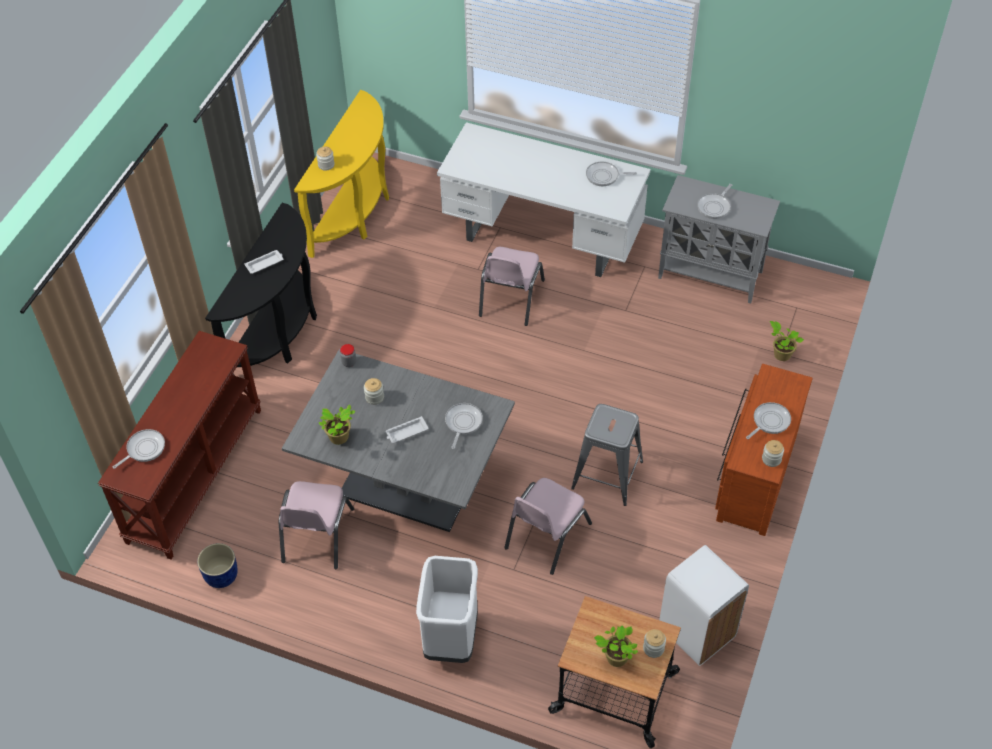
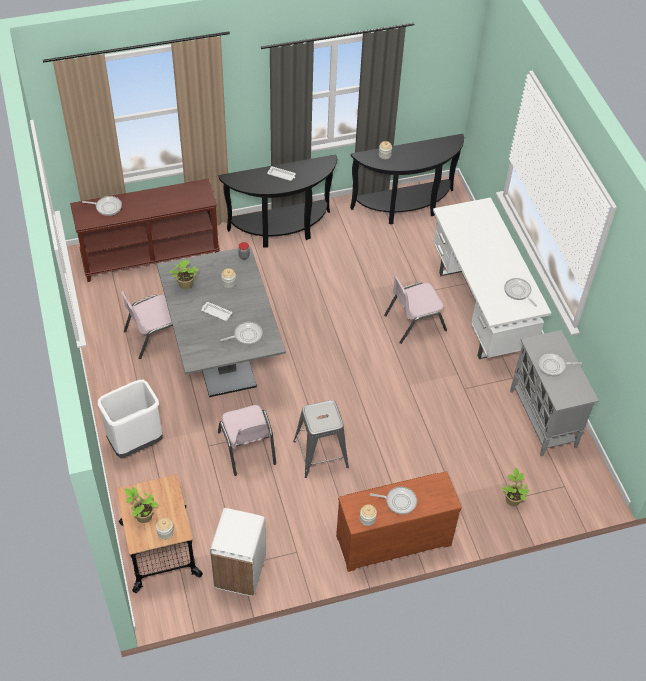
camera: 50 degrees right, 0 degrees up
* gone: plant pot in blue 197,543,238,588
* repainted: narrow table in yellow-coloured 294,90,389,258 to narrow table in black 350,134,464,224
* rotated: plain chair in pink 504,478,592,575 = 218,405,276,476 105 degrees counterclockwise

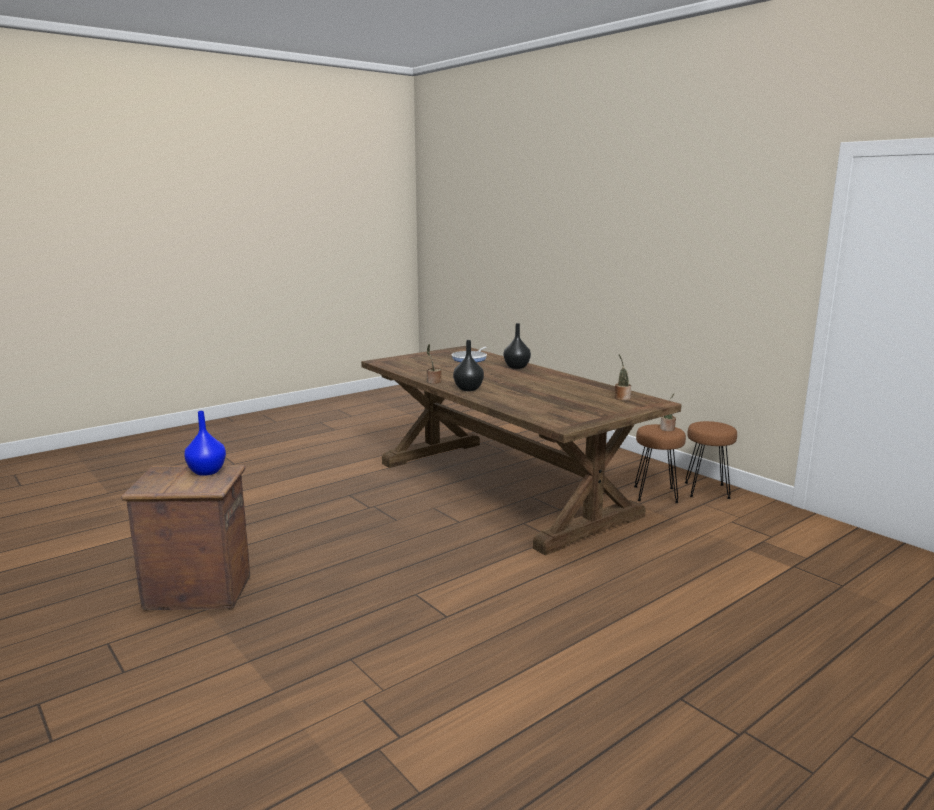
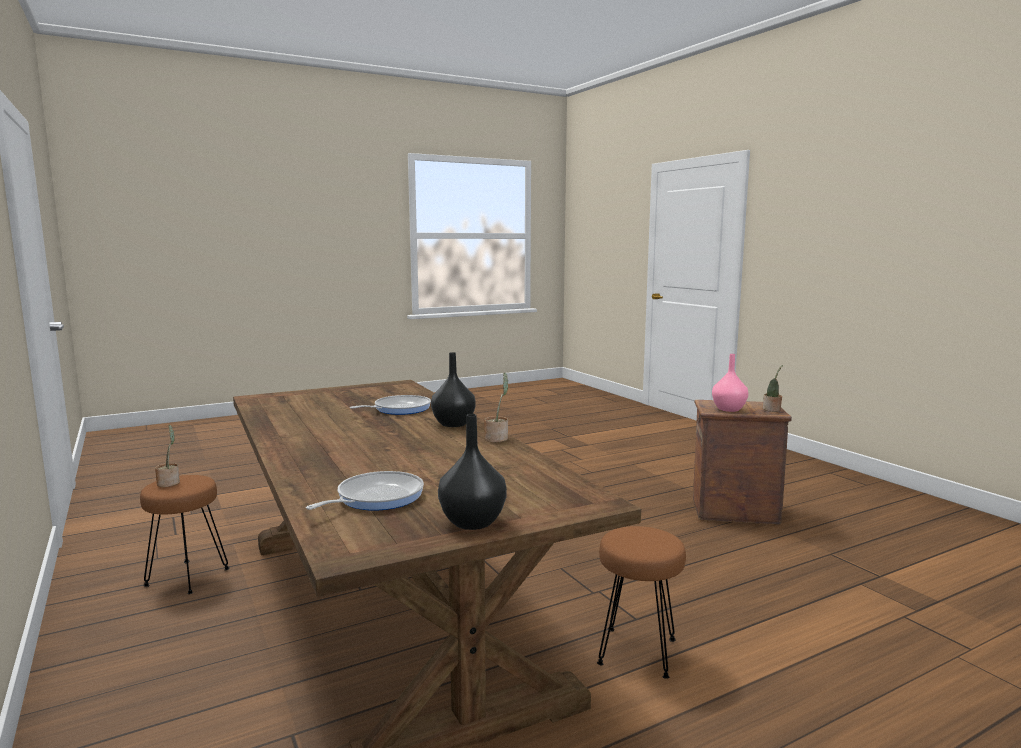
camera: 170 degrees left, 5 degrees down
* new: skillet 350,395,431,415
* shifted: vase in black 504,323,531,369 to 438,414,507,530
* shifted: potted plant 615,354,631,400 to 763,365,783,412
* shifted: stool seat in brown-coloured 685,421,737,499 to 597,526,686,679
* repainted: vase in blue 184,411,226,476 to vase in pink 712,354,748,412

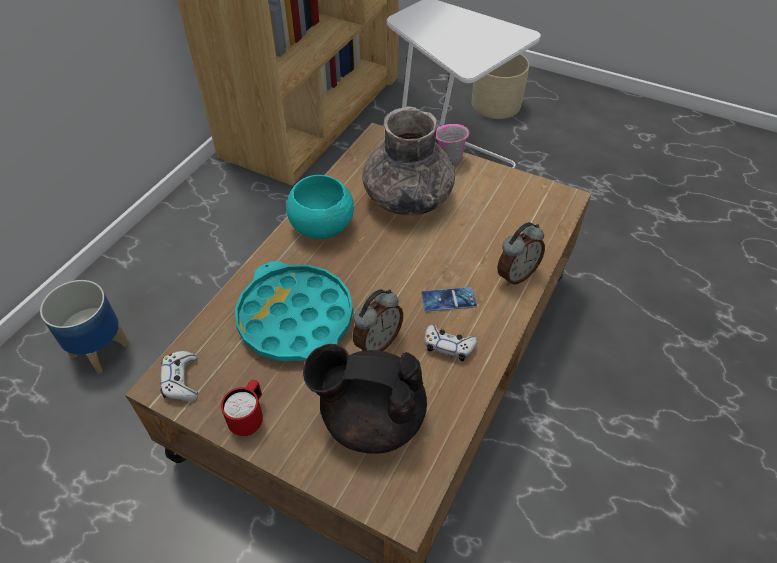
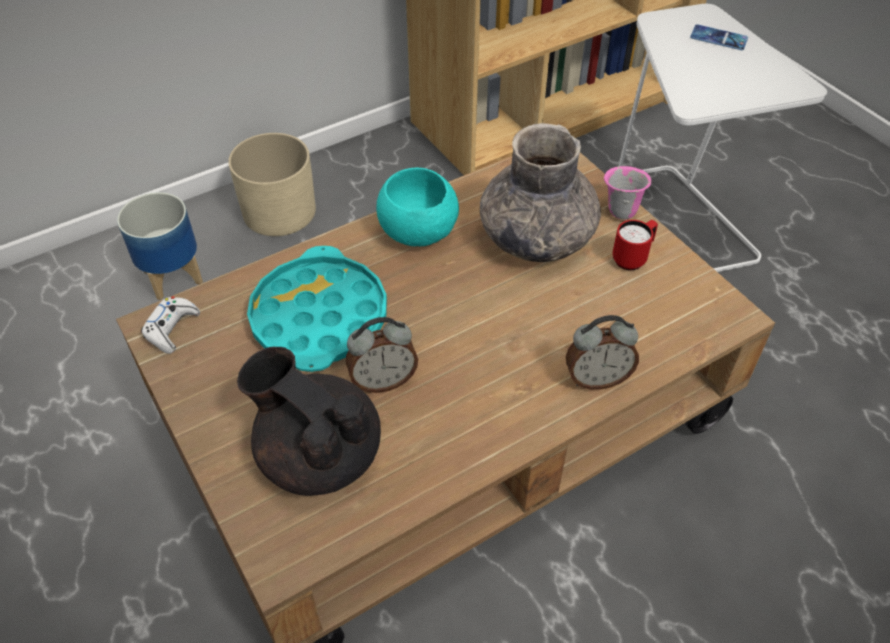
camera: 30 degrees right, 0 degrees up
* gone: gamepad in whitish 425,325,478,361
* shifted: coffee mug in red-coloured 221,379,263,436 to 612,220,658,270
* shifted: phone 421,287,477,311 to 690,24,748,50
* shifted: plant pot in sand-coloured 472,54,530,119 to 228,133,316,236

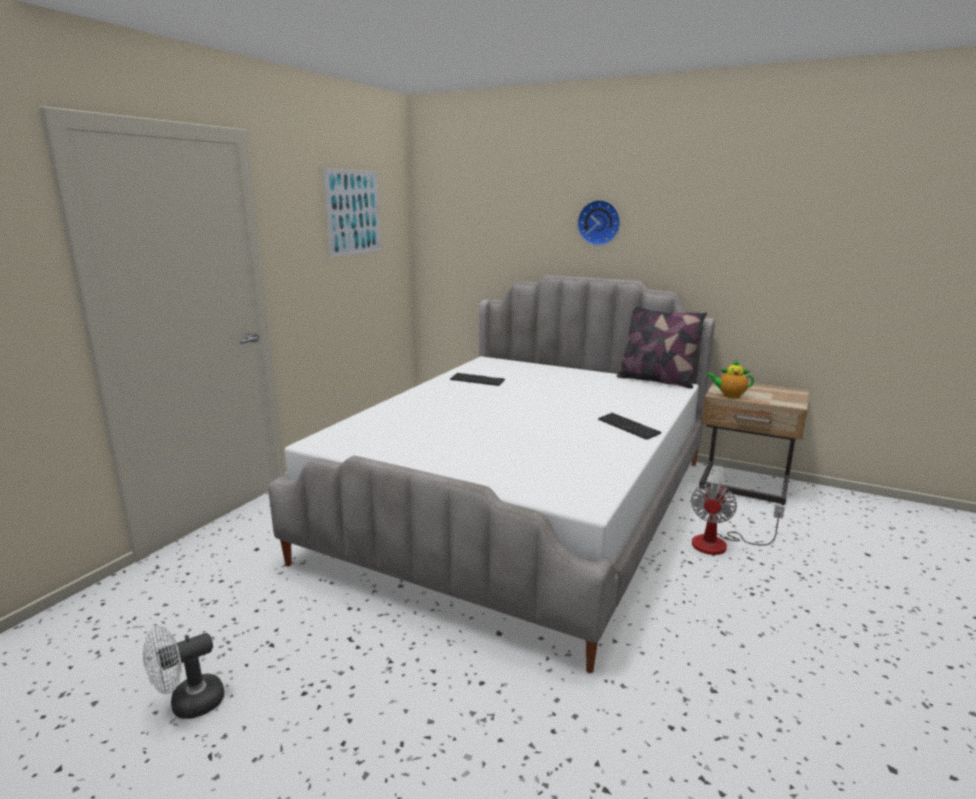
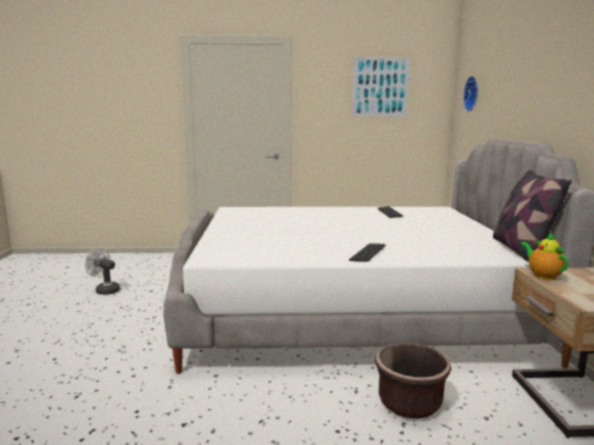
camera: 60 degrees right, 5 degrees down
* shifted: wall clock 577,200,620,246 to 463,76,478,112
* swapped: cooling fan 691,483,785,555 to plant pot in brown-coloured 375,342,451,419

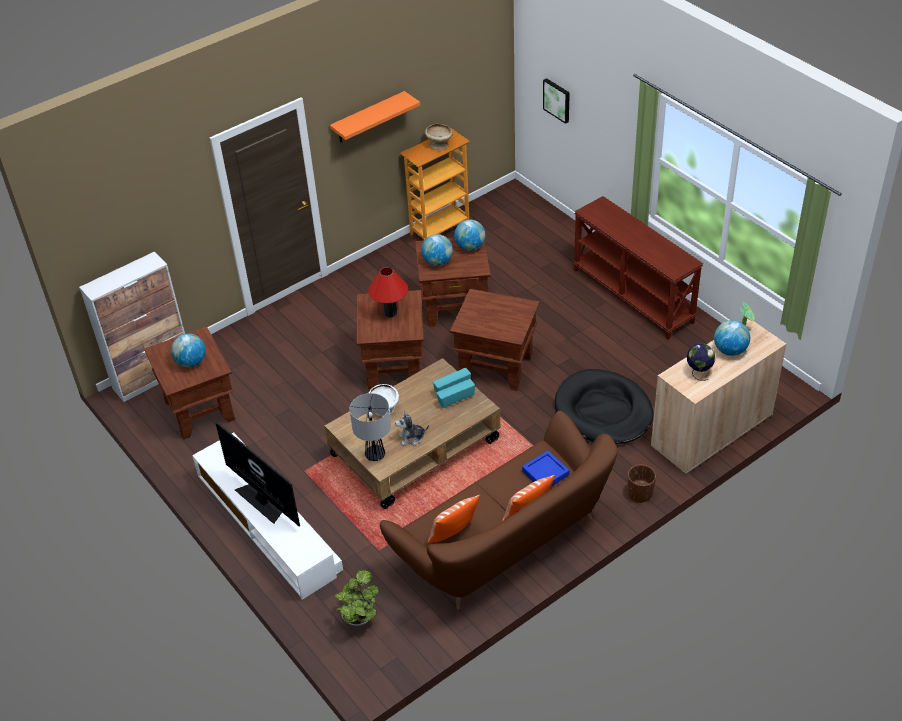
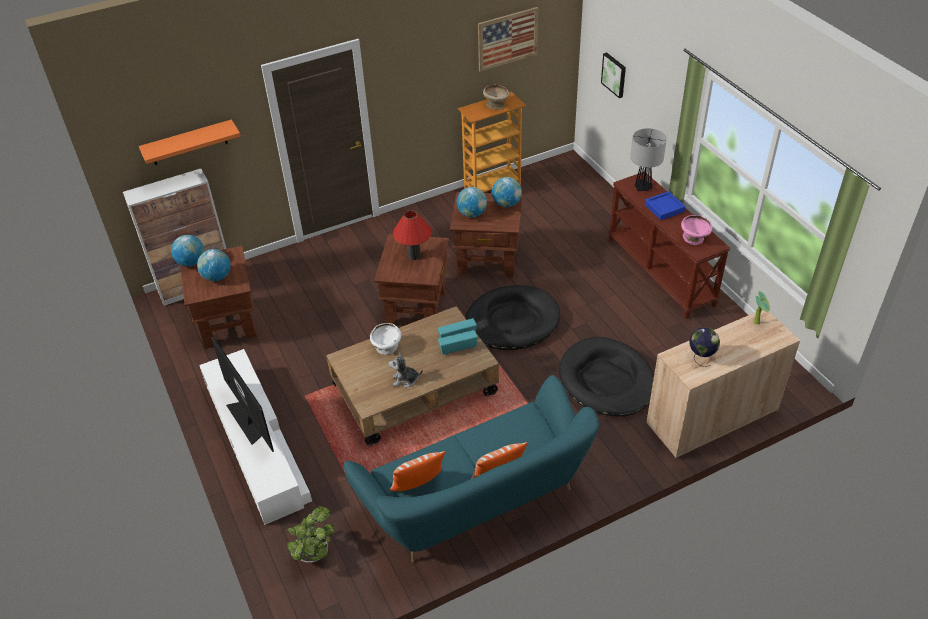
camera: 10 degrees right, 0 degrees up
* gone: plant pot in brown-coloured 628,464,656,503
* new: wall picture 478,7,538,72
* new: serving bowl in pink 681,215,712,245
* shifted: shelf in orange-coloured 330,91,420,143 to 139,119,241,165
* shifted: table lamp 350,393,391,461 to 630,128,667,191
* shifted: carrying tray in blue 522,451,570,487 to 645,191,686,220
* shifted: world globe 714,320,750,356 to 171,235,204,267
* swapped: side table in brown-coloured 450,289,540,391 to pet bed in black 465,285,560,350
* repainted: sofa in brown-coloured 380,411,618,610 to sofa in turquoise-coloured 344,375,599,562

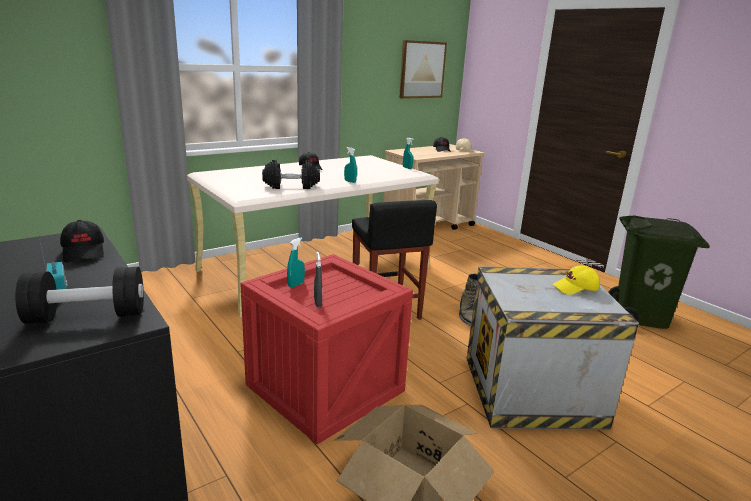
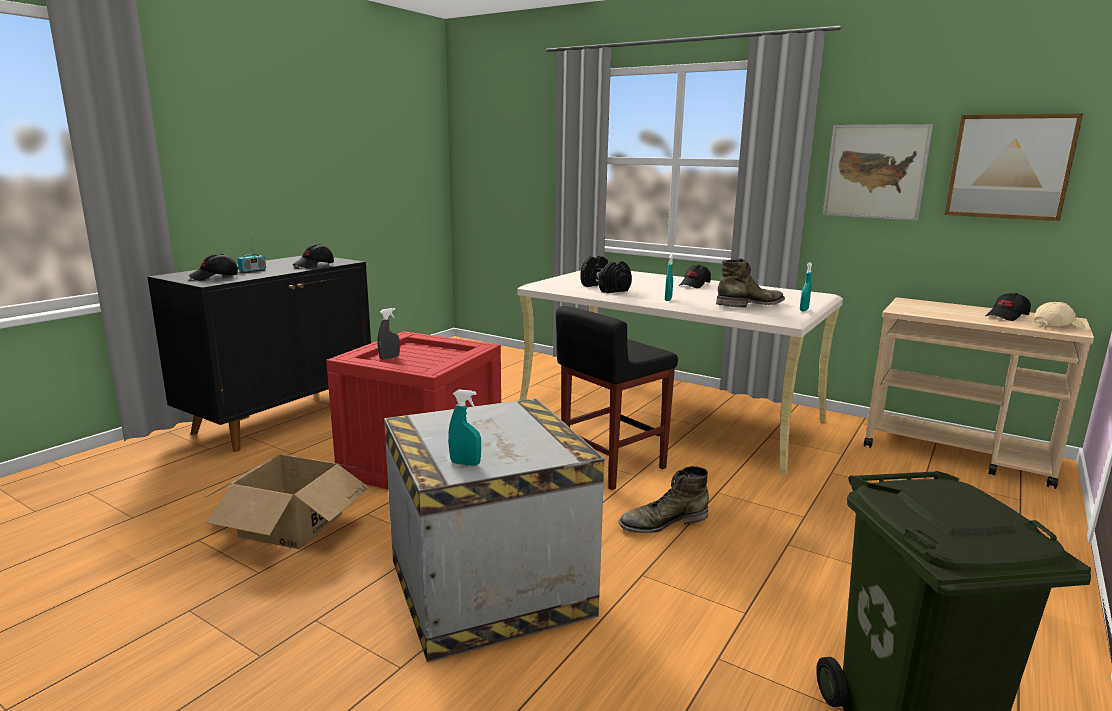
camera: 70 degrees right, 5 degrees down
* gone: peaked cap in yellow-coloured 553,265,600,295
* new: tall boot in green 716,258,785,308
* new: wall picture 823,124,933,220
* shifted: hand sprayer in turquoise-coloured 287,237,305,288 to 448,389,481,466
* swapped: free weight in black 15,267,144,324 to peaked cap in black 188,253,238,280

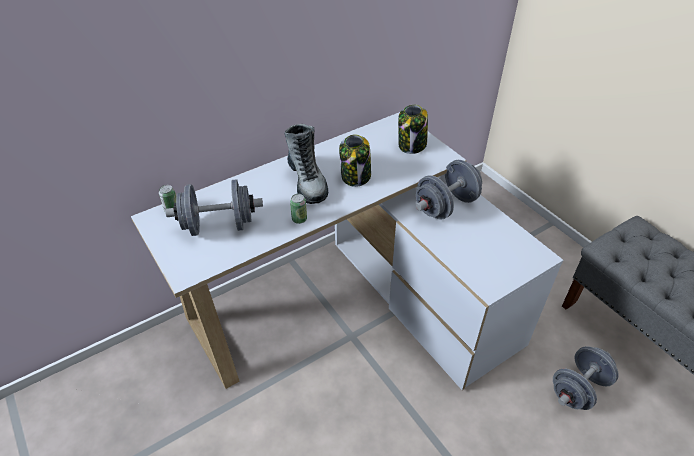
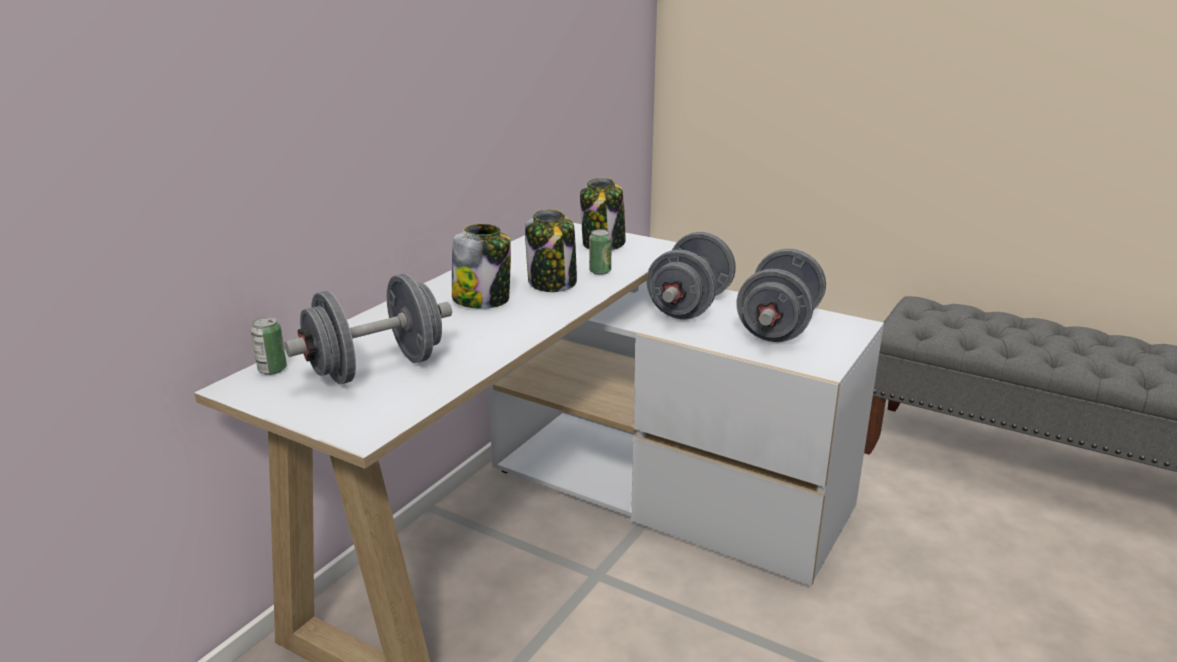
camera: 25 degrees left, 20 degrees down
* shifted: can 290,194,307,224 to 589,229,612,275
* shifted: free weight in greyish 553,346,619,410 to 736,248,826,342
* swapped: tall boot 284,124,328,204 to storage jar 452,224,511,309

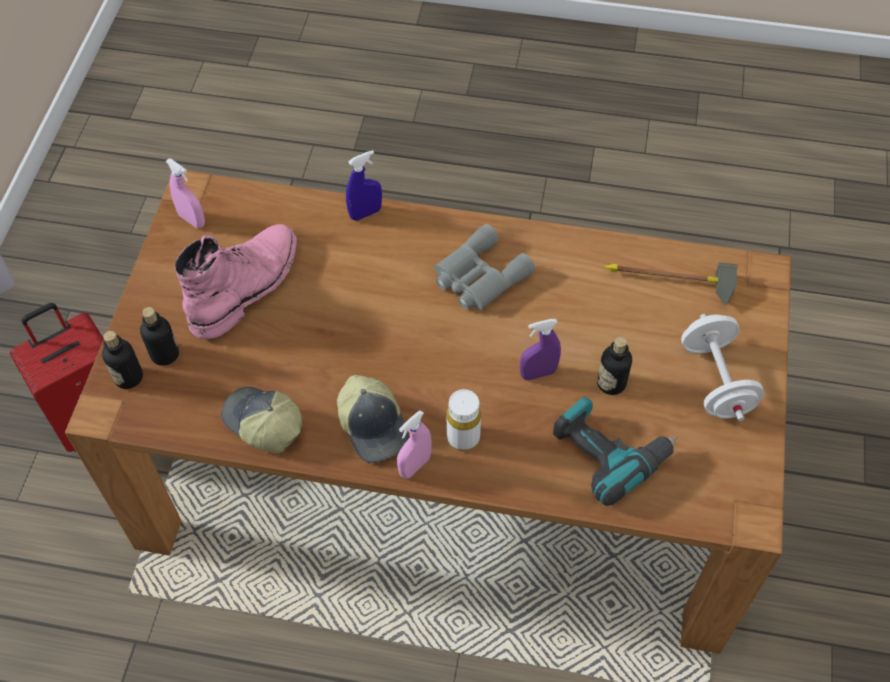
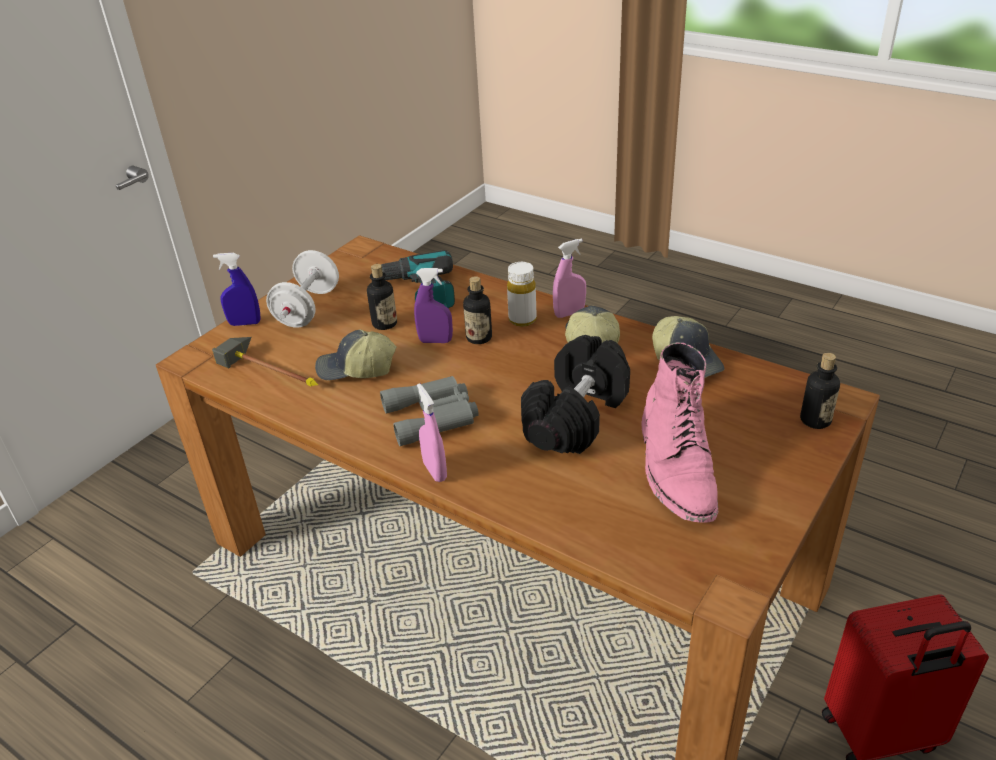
camera: 155 degrees left, 20 degrees down
* new: peaked cap 315,330,397,380
* new: free weight in black 521,335,630,454
* shifted: drink bottle 140,307,179,366 to 463,276,492,344
* shifted: hand sprayer in pink 166,158,205,228 to 417,383,447,482
* shifted: hand sprayer in blue 346,150,382,221 to 213,253,261,326
* rotated: tall boot in pink 174,224,297,339 = 641,342,718,523 60 degrees counterclockwise

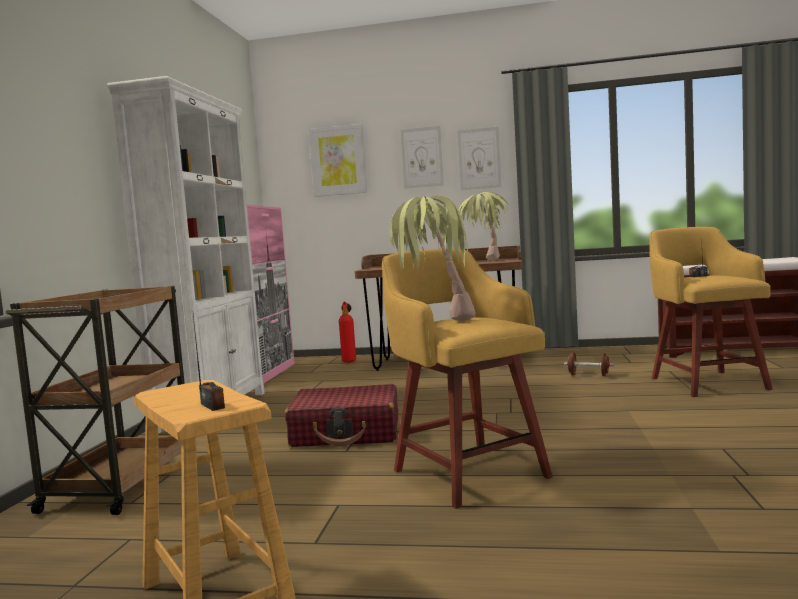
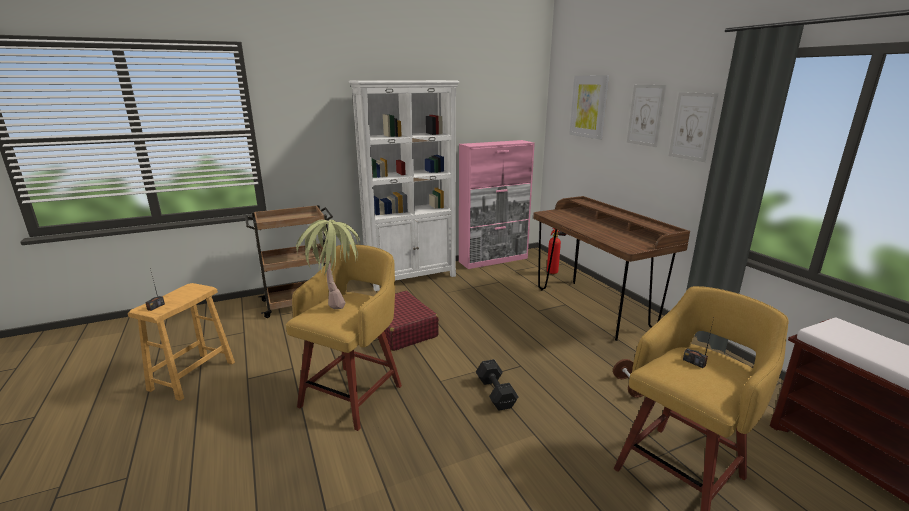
camera: 55 degrees right, 15 degrees up
* gone: potted plant 459,192,510,261
* new: free weight in black 476,359,519,411

